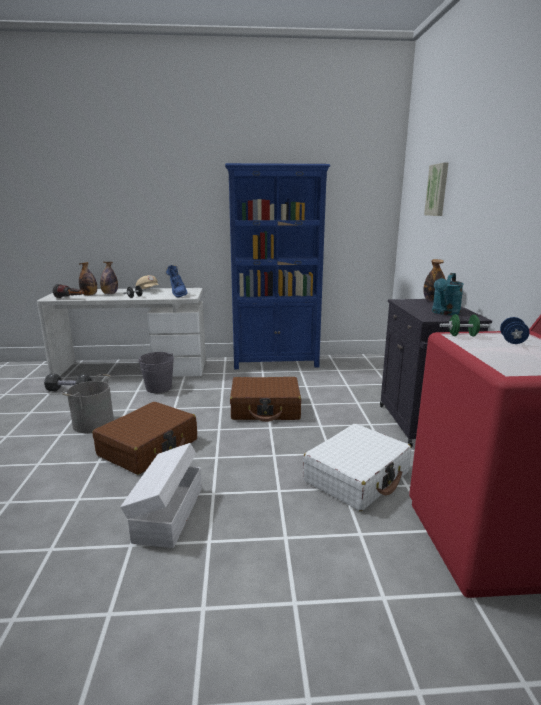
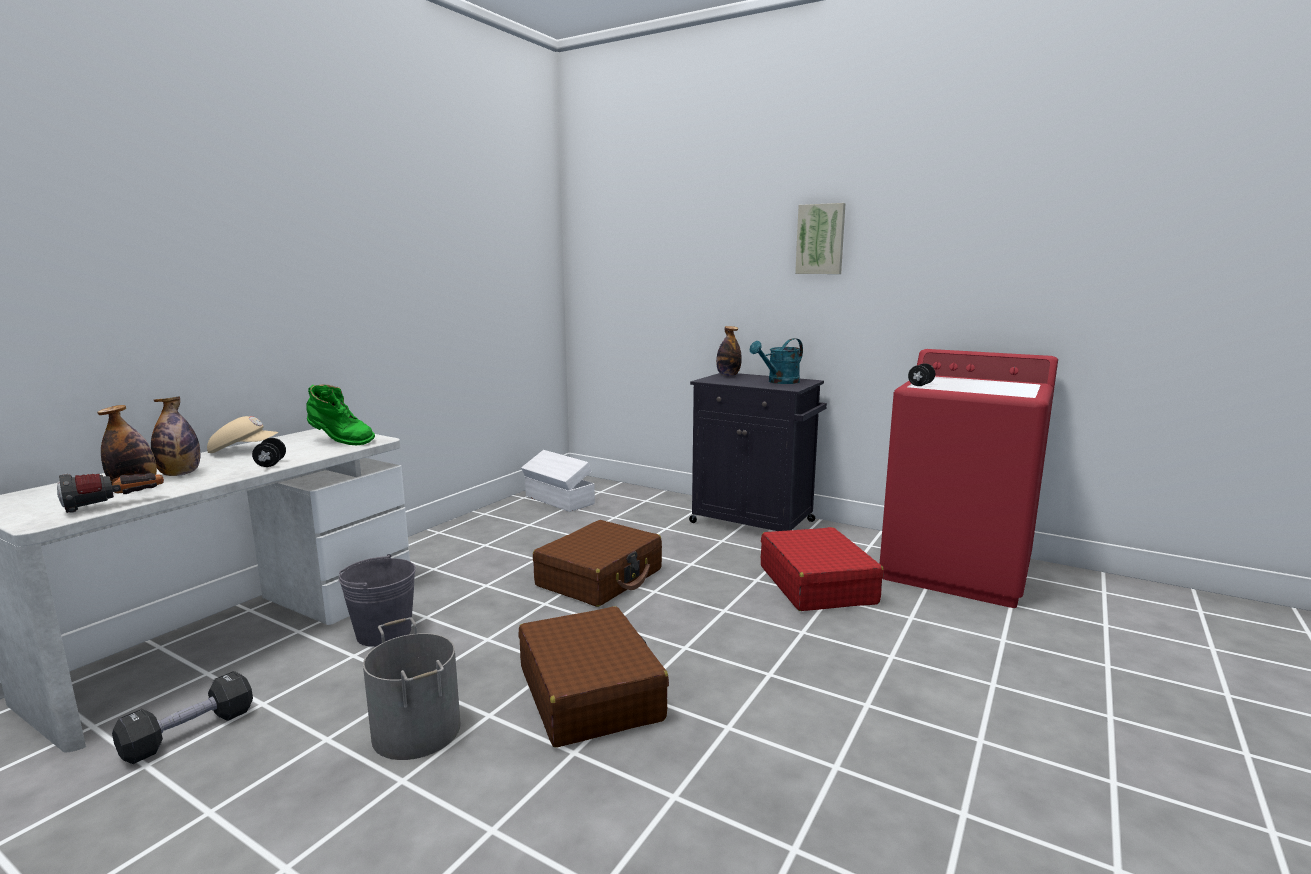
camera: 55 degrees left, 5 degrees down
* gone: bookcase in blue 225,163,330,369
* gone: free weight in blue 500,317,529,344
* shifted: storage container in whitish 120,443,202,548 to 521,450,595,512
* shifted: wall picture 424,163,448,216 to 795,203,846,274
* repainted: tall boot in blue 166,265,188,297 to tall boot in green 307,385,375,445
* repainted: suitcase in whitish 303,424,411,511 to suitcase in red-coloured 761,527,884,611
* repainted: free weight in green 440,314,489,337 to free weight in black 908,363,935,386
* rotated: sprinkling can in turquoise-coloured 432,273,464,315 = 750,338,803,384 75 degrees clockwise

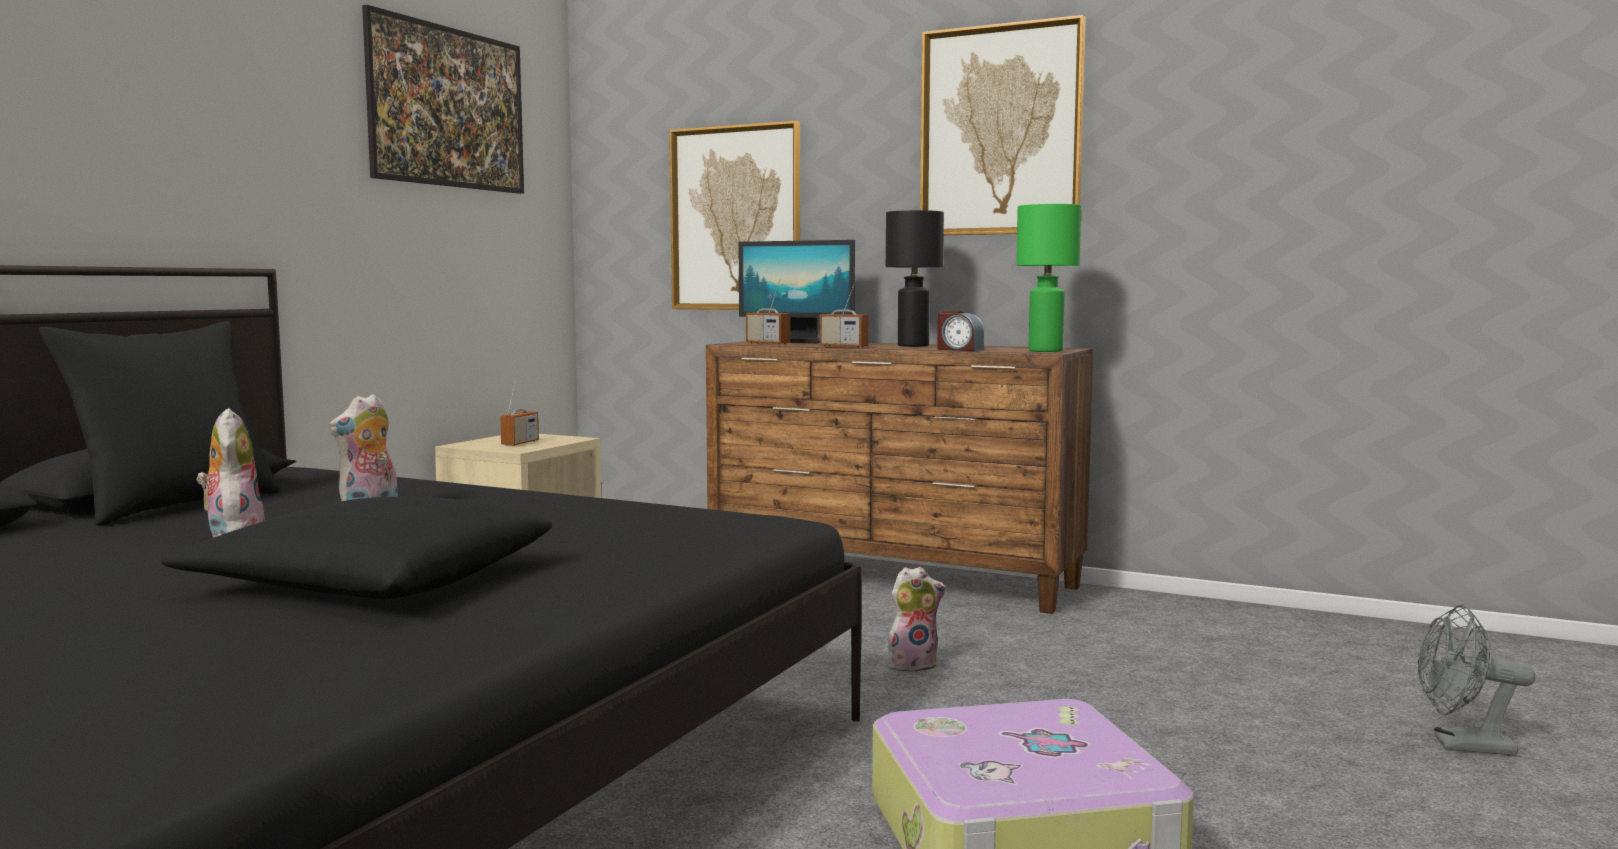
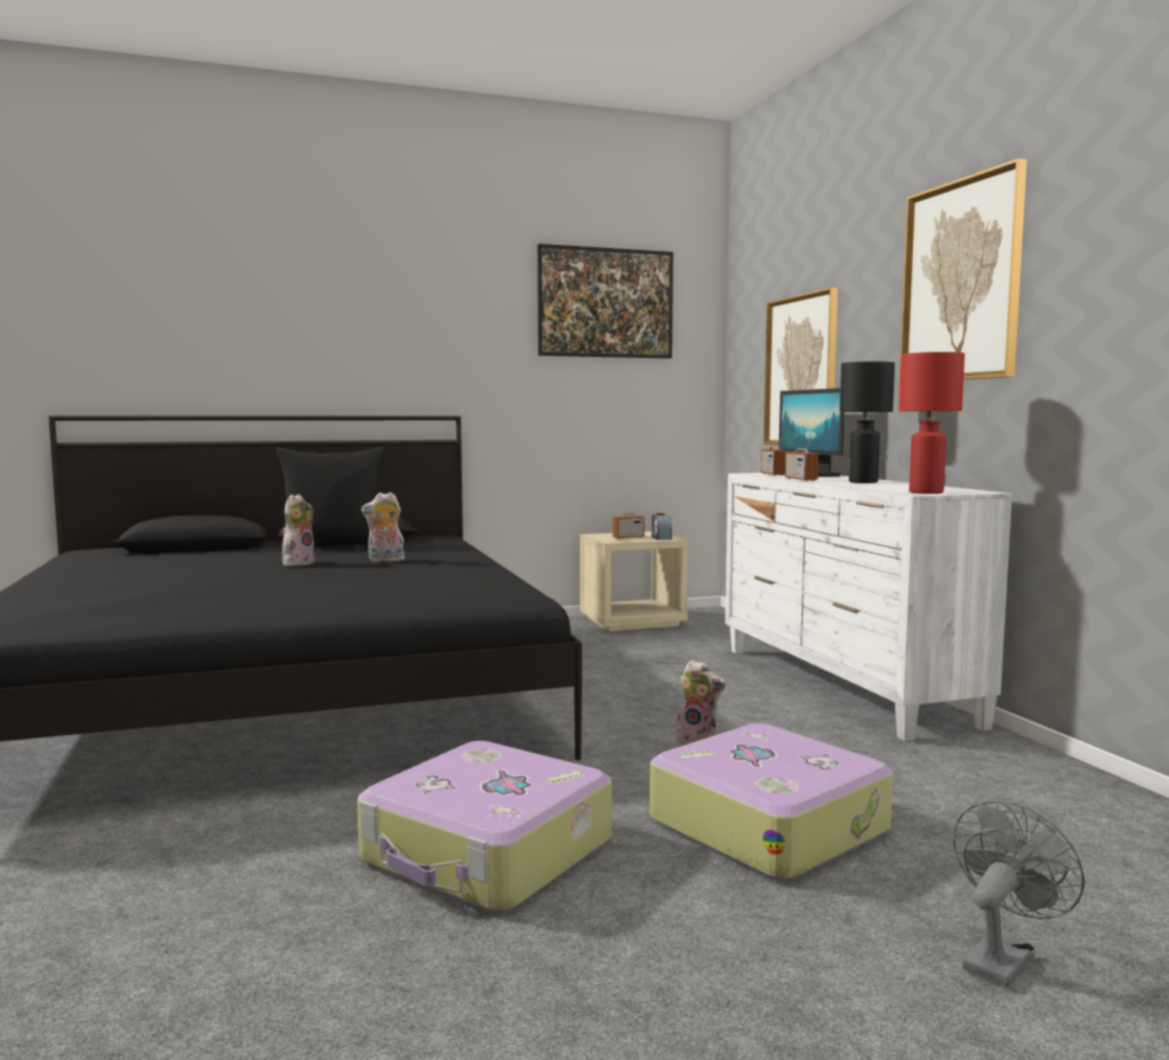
camera: 45 degrees right, 0 degrees up
* gone: throw pillow in black 161,497,552,599
* new: suitcase 650,723,893,881
* shifted: alarm clock 937,311,984,351 to 652,513,672,540
* repainted: drawer chest in brown-coloured 706,341,1093,614 to drawer chest in whitish 725,473,1012,741
* repainted: table lamp in green 1016,204,1081,352 to table lamp in red-coloured 899,352,965,494
* rotated: cooling fan in greyish 1418,605,1535,756 = 953,800,1085,987 75 degrees clockwise

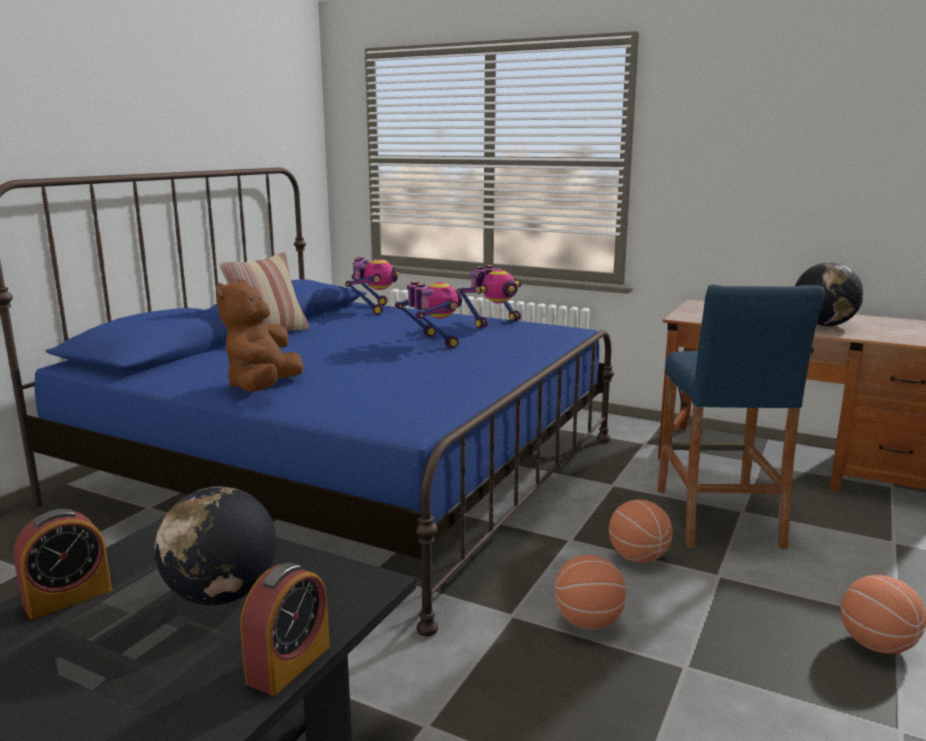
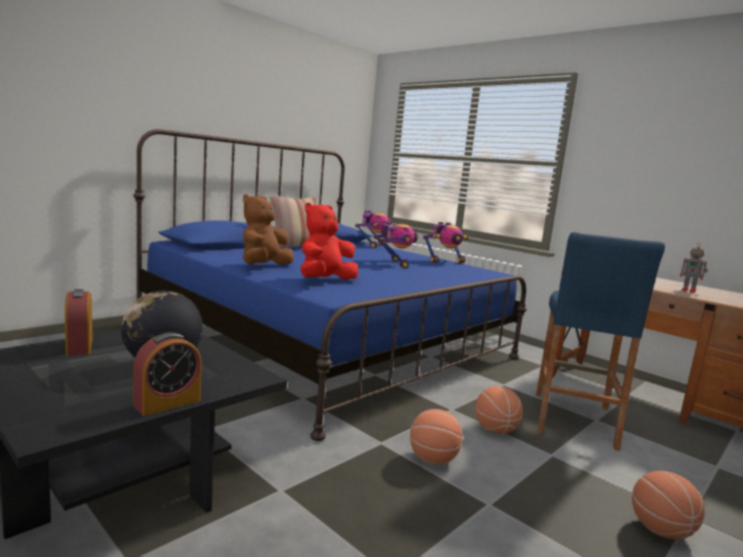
camera: 15 degrees right, 5 degrees down
* new: plush toy in red-coloured 300,203,359,280
* swapped: world globe 795,262,864,326 to robot figure 680,242,708,293
* rotated: alarm clock 14,509,112,619 = 65,289,92,356 90 degrees clockwise

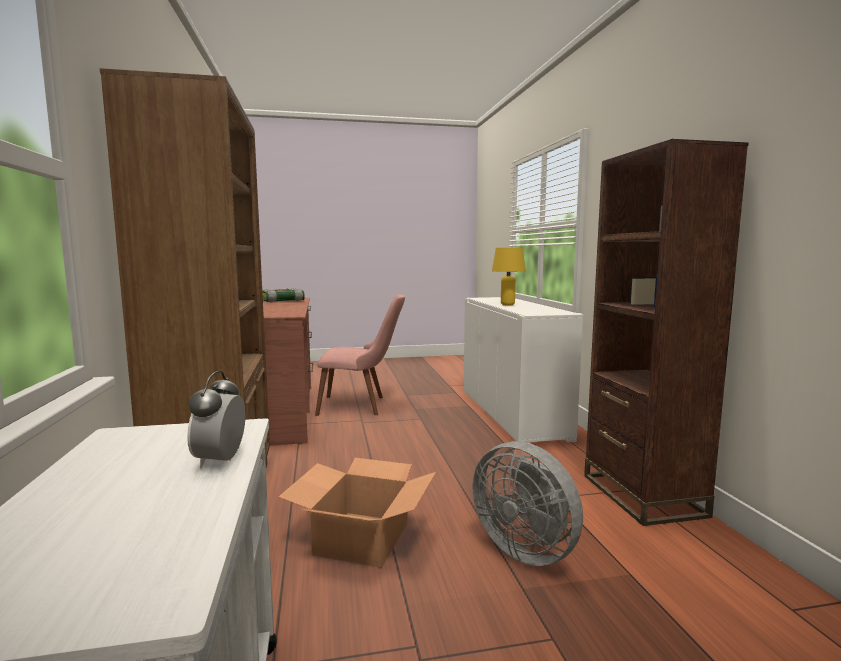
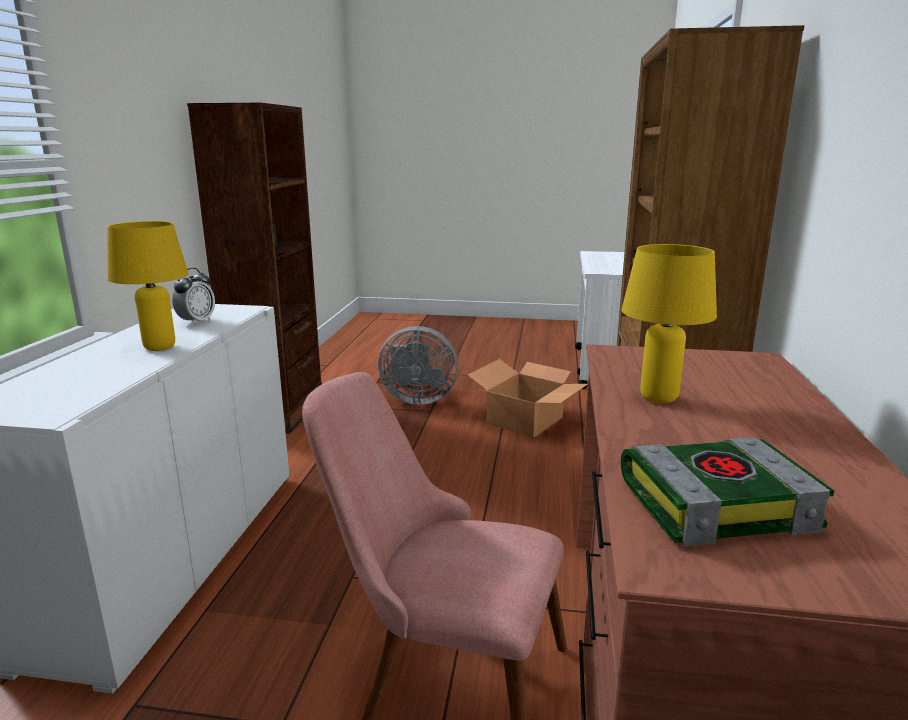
camera: 160 degrees left, 10 degrees up
* new: table lamp in yellow-coloured 622,244,717,404
* shifted: alarm clock 187,371,245,469 to 172,268,215,326
* rotated: cooling fan in greyish 472,441,583,566 = 378,326,459,405 120 degrees clockwise

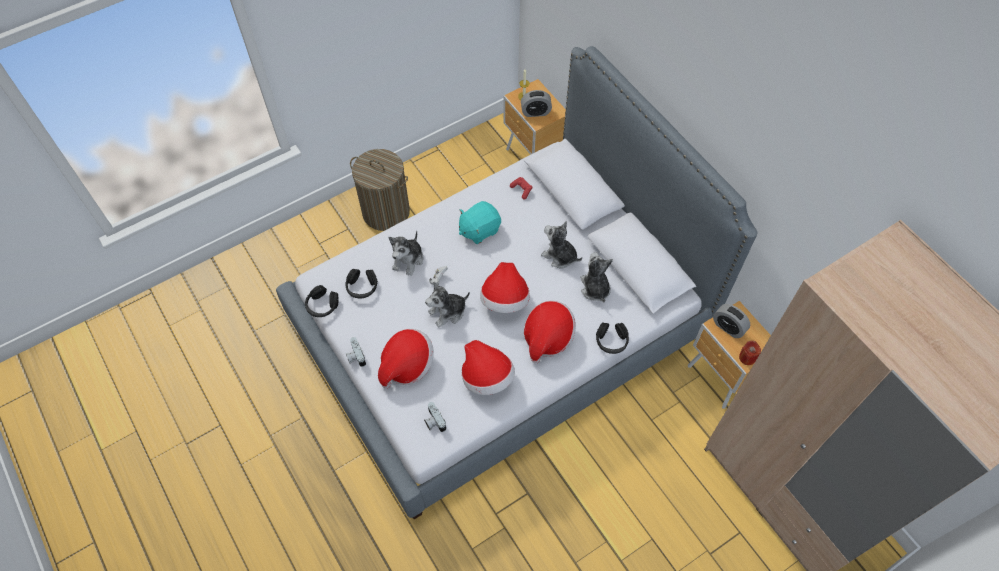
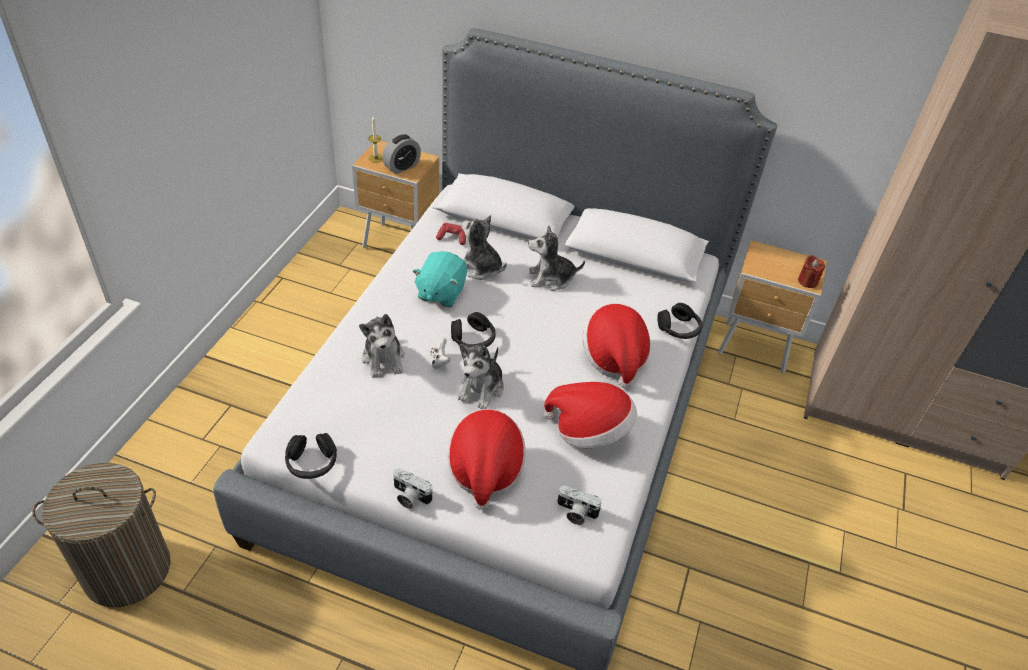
camera: 40 degrees left, 15 degrees down
* gone: hat 480,262,530,313
* gone: alarm clock 713,304,750,338
* shifted: headphones in black 345,269,378,298 to 451,312,496,347
* shifted: hamper 350,149,410,231 to 32,463,171,607
* shifted: plush toy 580,252,613,302 to 462,215,507,280

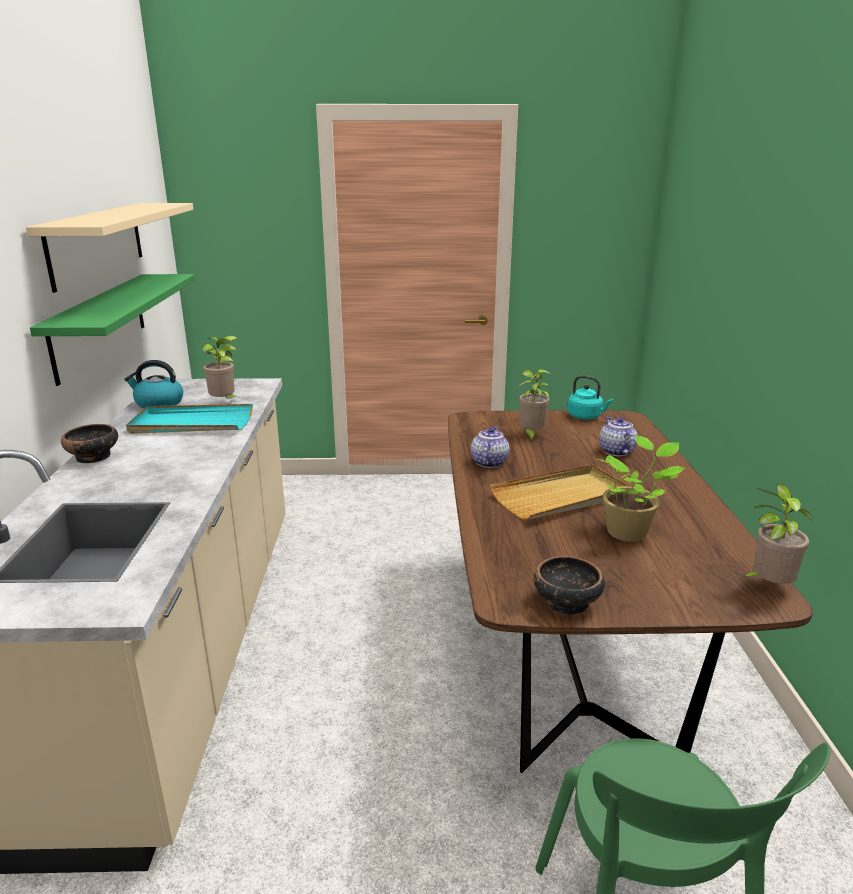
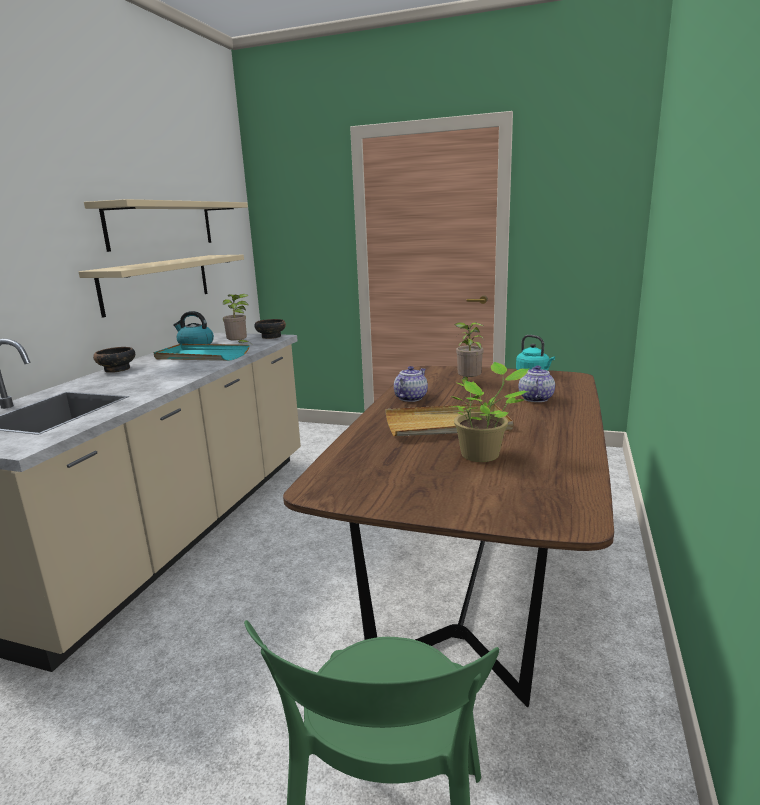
camera: 20 degrees right, 5 degrees down
* gone: potted plant 742,484,811,584
* shifted: serving bowl 533,556,605,615 to 254,319,286,339
* repainted: shelf in green 30,274,195,386 to shelf in sand-coloured 79,255,244,318

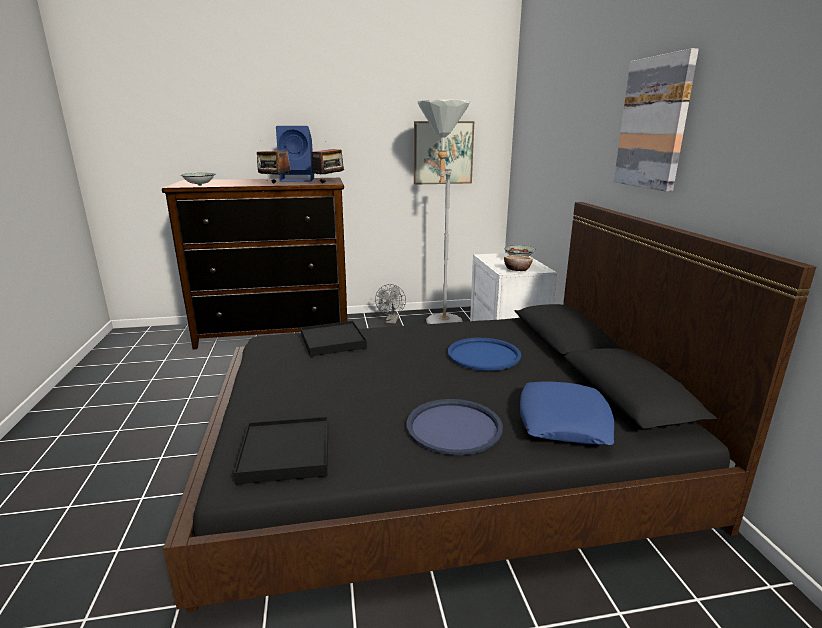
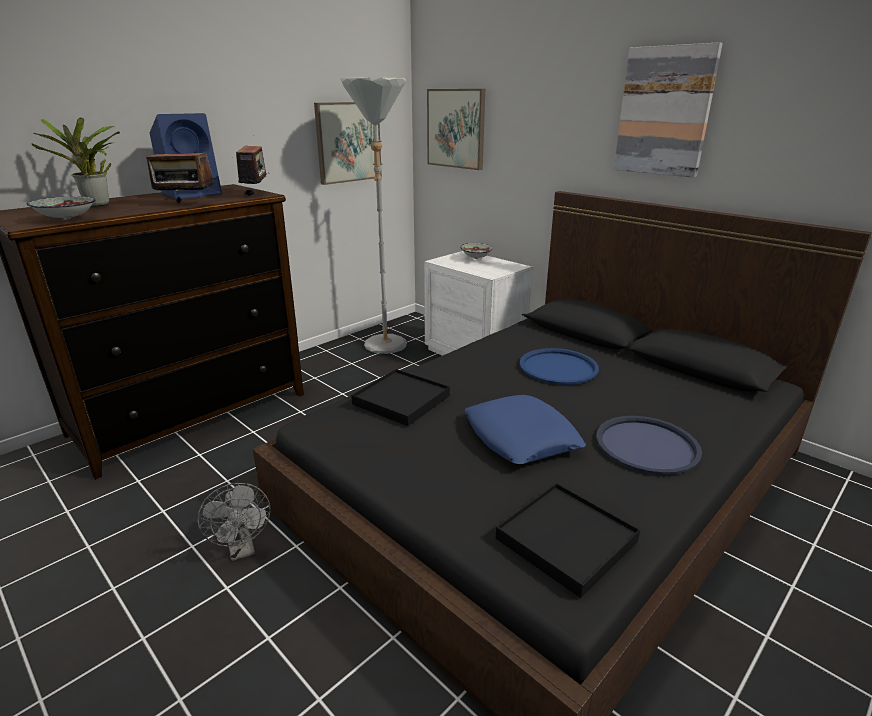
camera: 35 degrees left, 5 degrees up
* gone: serving bowl 504,255,533,271
* new: potted plant 31,117,120,207
* new: wall picture 427,89,485,170
* shifted: cooling fan in greyish 375,284,406,324 to 197,483,271,561
* shifted: throw pillow in blue 520,381,614,445 to 465,395,586,464

